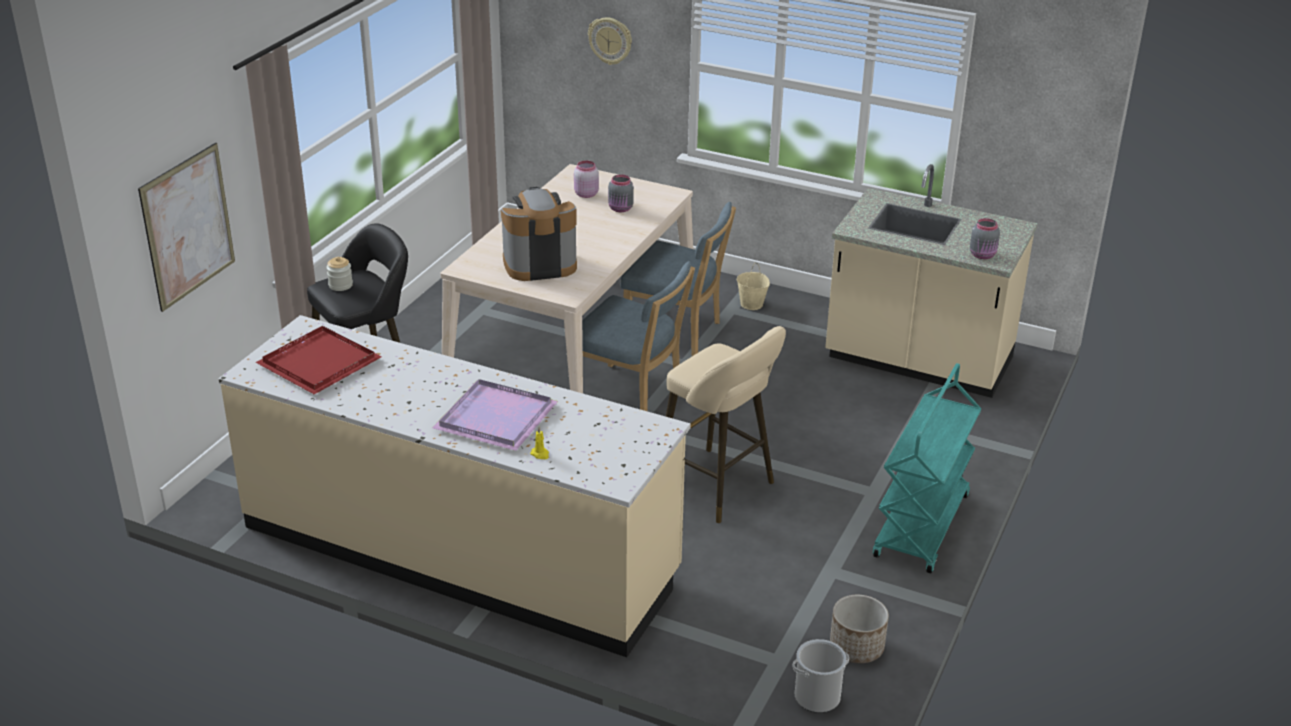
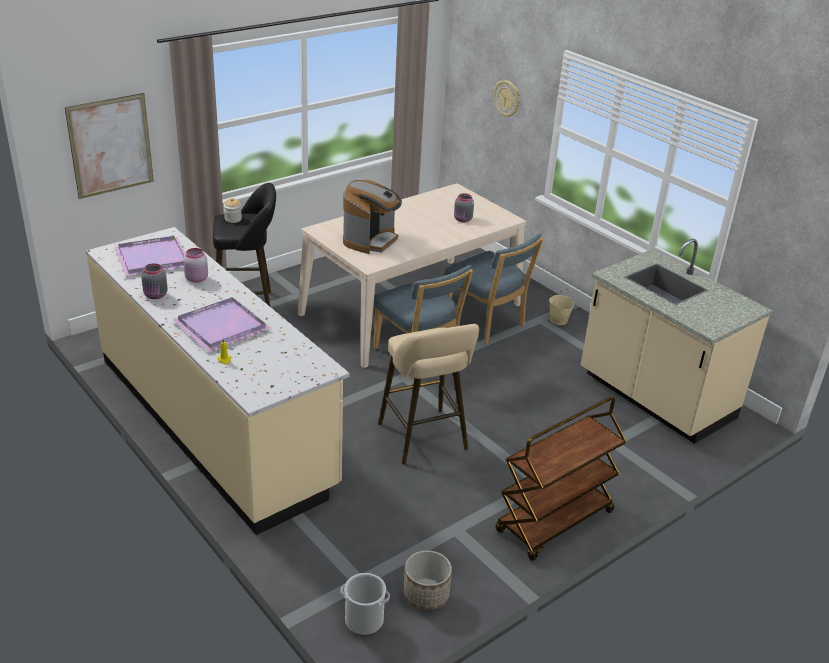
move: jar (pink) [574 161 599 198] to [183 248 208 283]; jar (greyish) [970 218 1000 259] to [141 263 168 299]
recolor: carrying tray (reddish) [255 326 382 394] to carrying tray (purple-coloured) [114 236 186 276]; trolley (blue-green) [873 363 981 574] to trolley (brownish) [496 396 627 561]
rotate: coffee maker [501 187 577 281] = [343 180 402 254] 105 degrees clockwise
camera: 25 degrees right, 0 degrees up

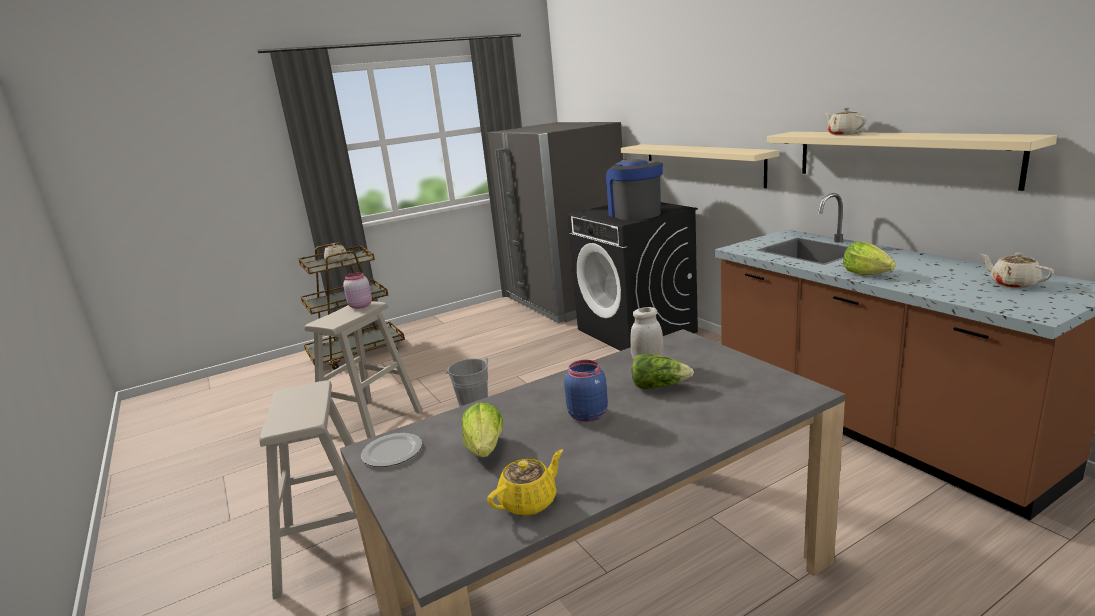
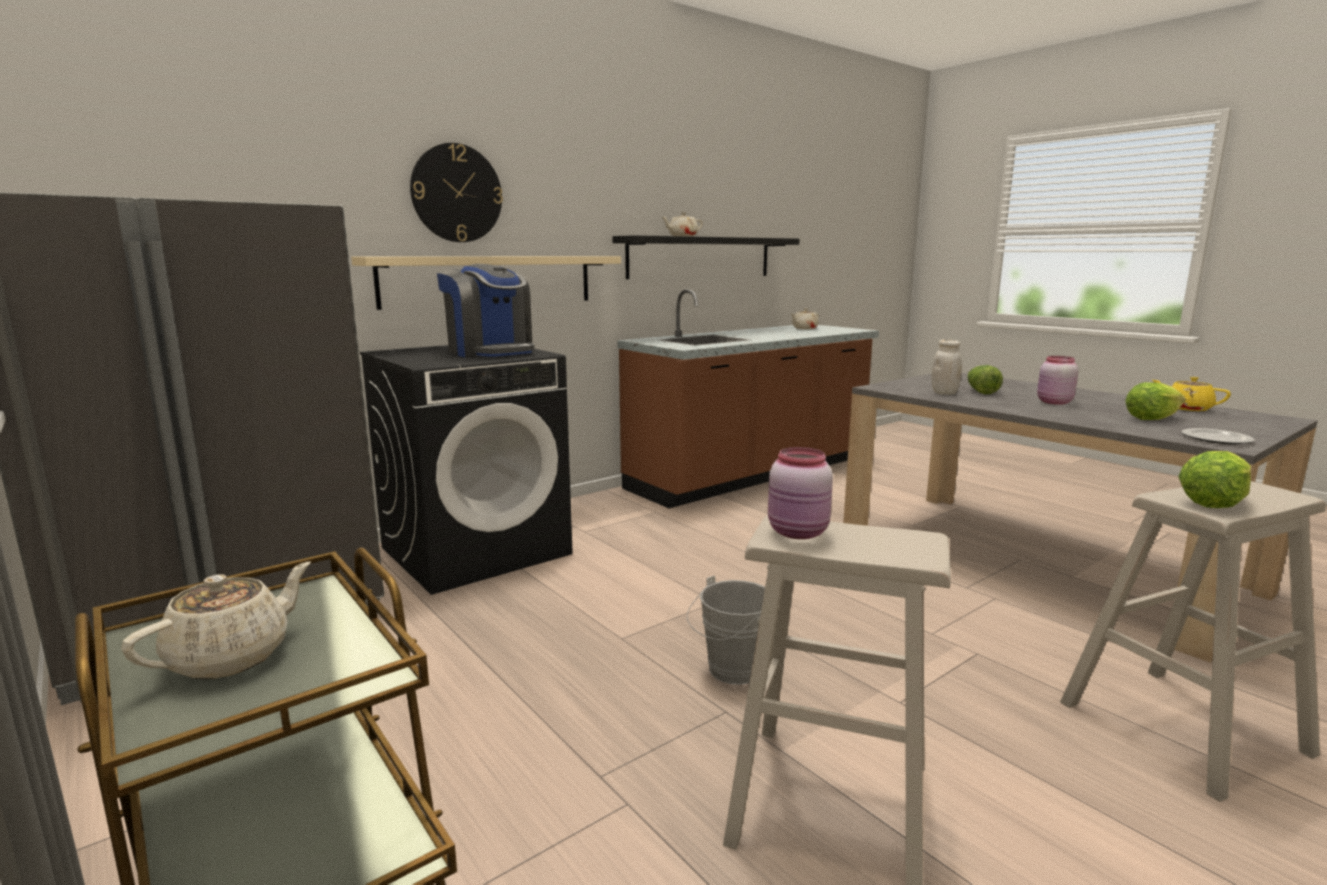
insert: clock on the wall [410 143 503 242]
move: head of lettuce [843 242 896 275] to [1178 451 1251 508]
recolor: bracket shelf (sand-coloured) [767 132 1057 191] to bracket shelf (black-coloured) [612 235 800 279]; jar (bluish) [564 360 608 422] to jar (pink) [1037 356 1078 405]
rotate: coffee maker [606 159 663 220] = [437 264 534 358] 105 degrees counterclockwise
camera: 100 degrees left, 5 degrees down

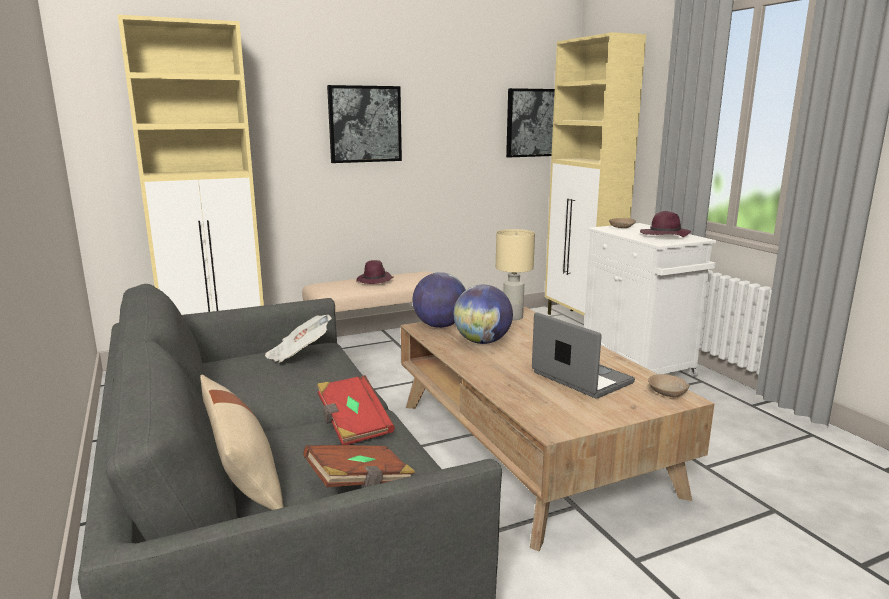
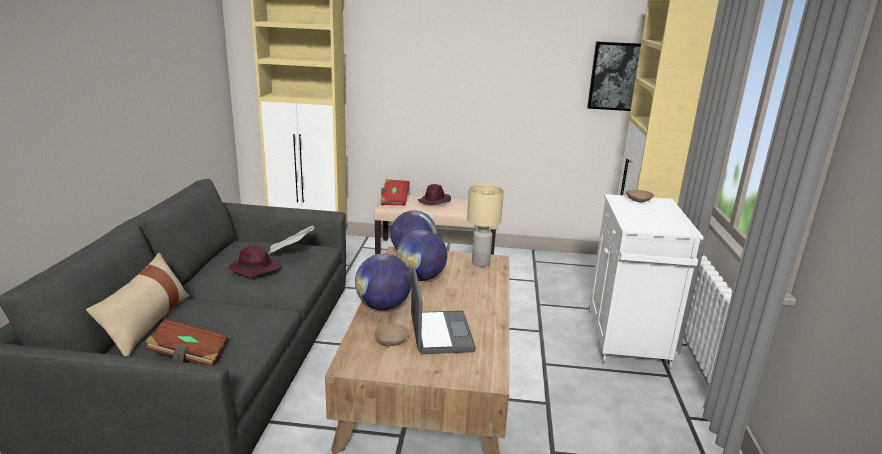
delete: wall picture [327 85 402 163]
insert: world globe [355 254 412 310]
move: wearable hat (purple-coloured) [640 211 691 237] to [228 245 281 277]; serving bowl (sand-coloured) [648 374 689 398] to [374 323 409 346]; volume (reddish) [317 375 395 445] to [380 179 410 206]
camera: 30 degrees right, 5 degrees up

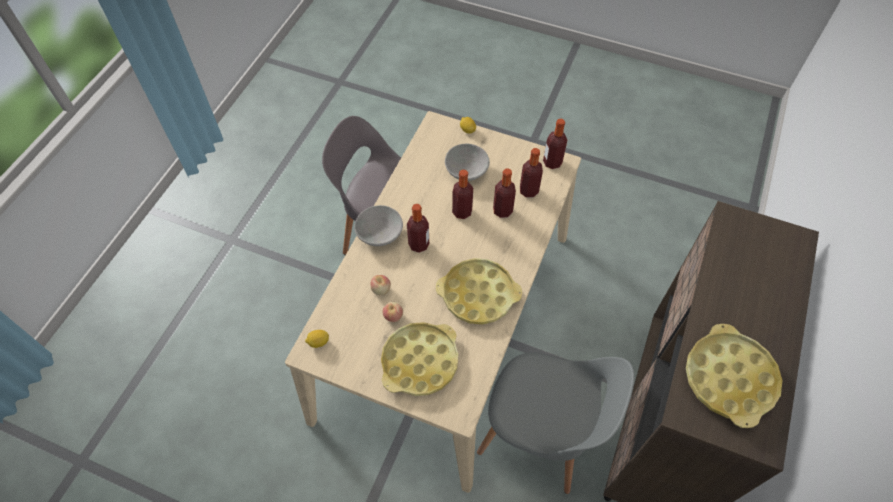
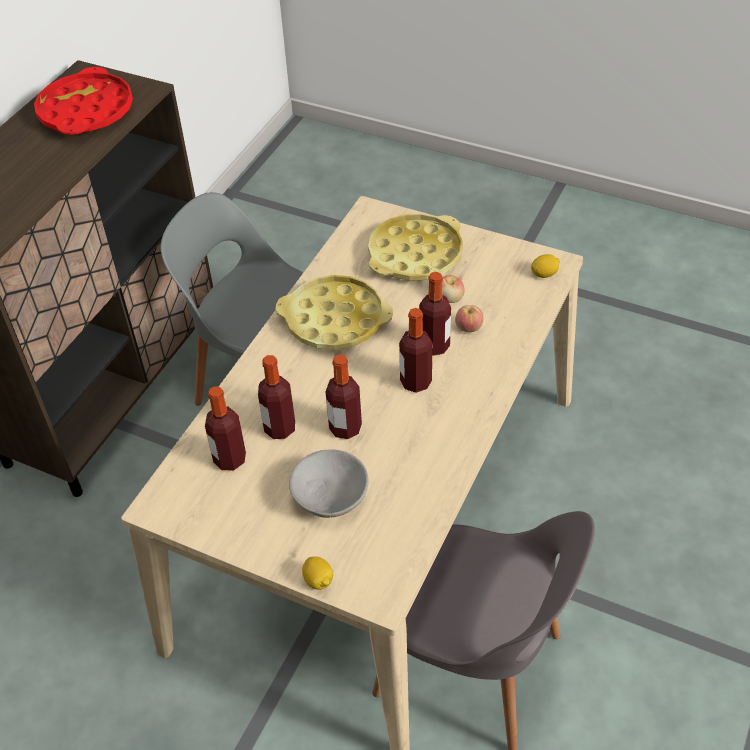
delete: serving bowl (greyish) [354 205 403 246]
move: bottle [543 119 567 169] to [419 272 451 356]
recolor: carrying tray (yellow) [686 324 782 428] to carrying tray (reddish) [34 67 133 135]
camera: 175 degrees left, 10 degrees down

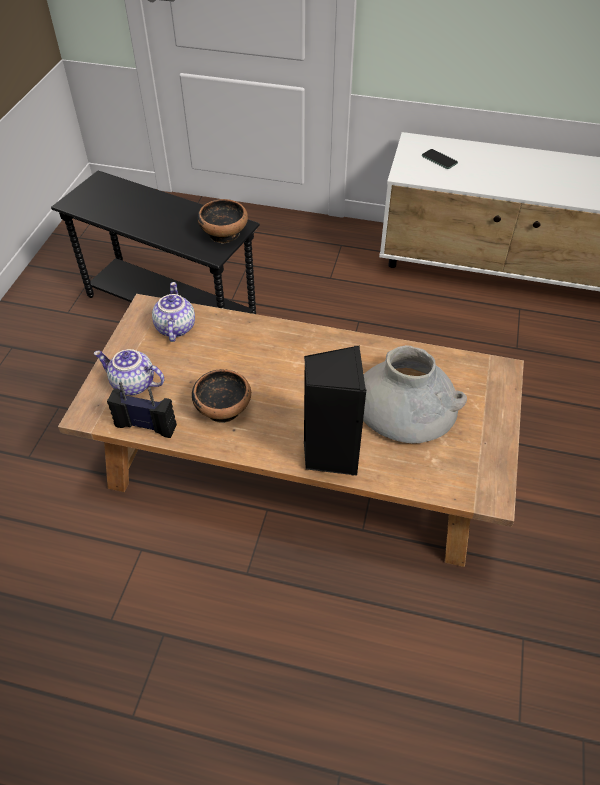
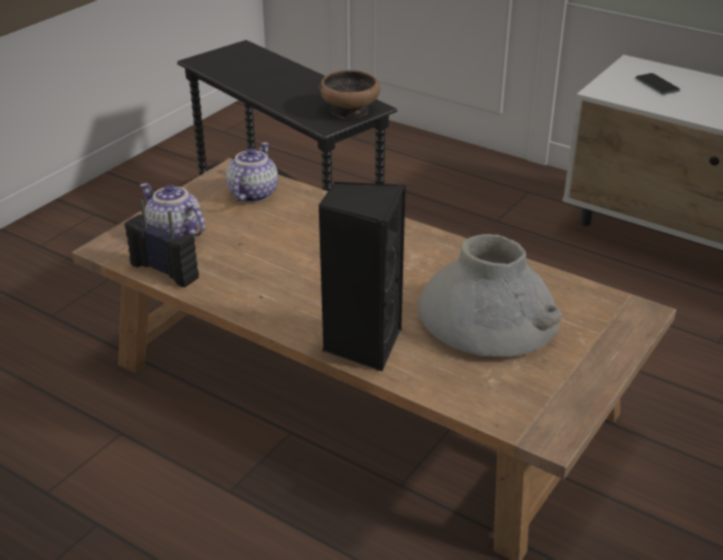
delete: serving bowl [192 369 251 423]
camera: 20 degrees right, 15 degrees down

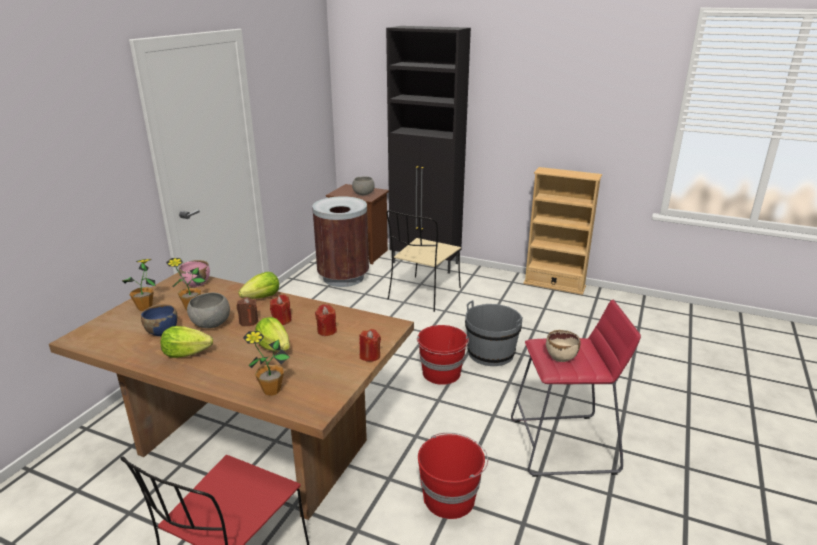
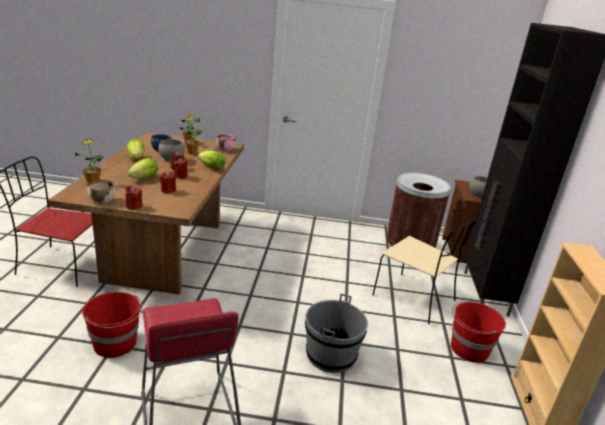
move: bucket (reddish) [417 325 469 385] to [451 300 506 363]; serving bowl (sand-coloured) [546 330 580 362] to [87 180 116 204]
rotate: upright chair (sand-coloured) [386 210 461 312] = [372 213 481 324] 150 degrees counterclockwise
camera: 70 degrees right, 0 degrees up

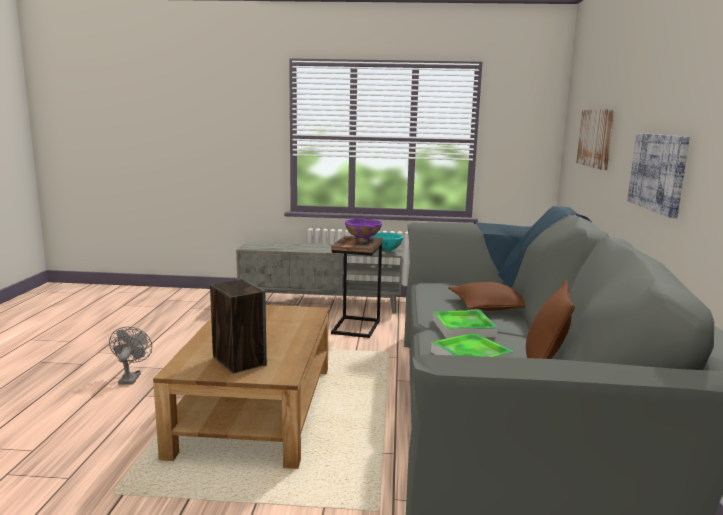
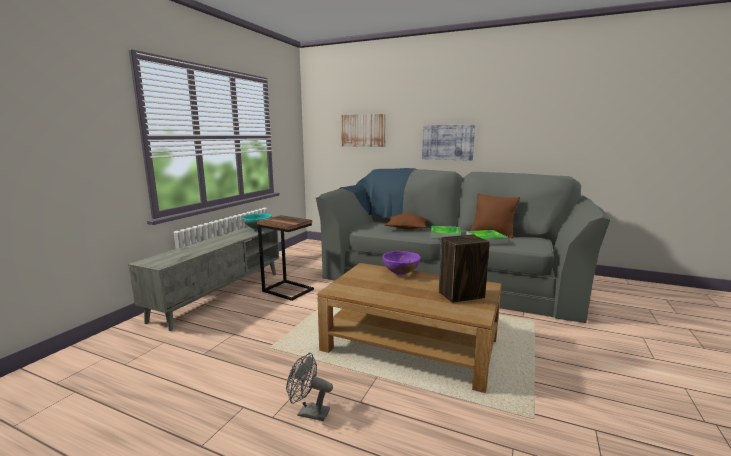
move: serving bowl (purple-coloured) [345 219 382 239] to [382 251 421 275]
camera: 70 degrees left, 0 degrees up

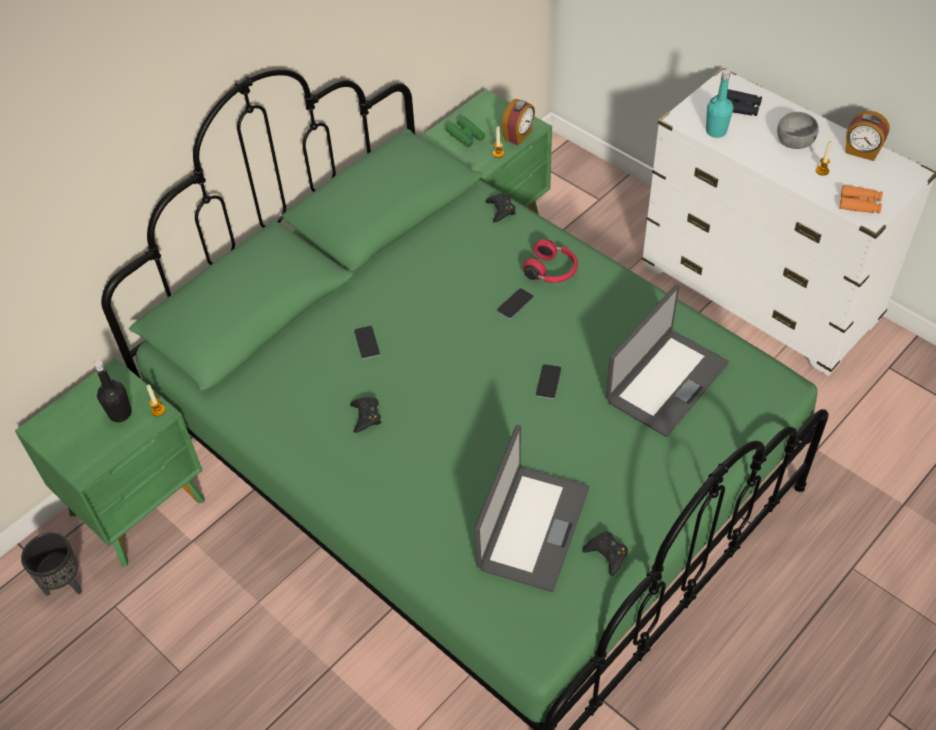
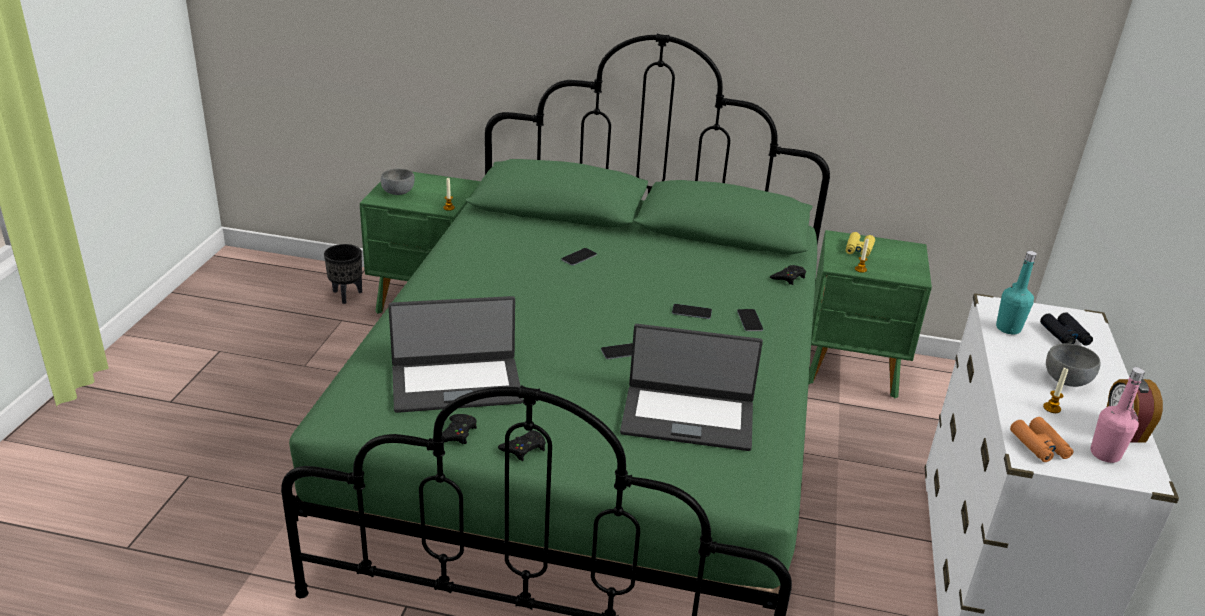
delete: bedside clock [502 99 535 146]; bottle (black-coloured) [94 360 132 422]
insert: serving bowl (greyish) [381 169 415 195]; bottle (pink) [1090 367 1145 463]
move: game controller (black-coloured) [350 397 381 433] to [498 430 546 461]
replace: pair of headphones (reddish) [523 239 578 283] to phone [737 309 763 331]
recolor: binoculars (green) [446 116 485 147] to binoculars (yellow) [846 232 875 257]
camera: 55 degrees right, 20 degrees down

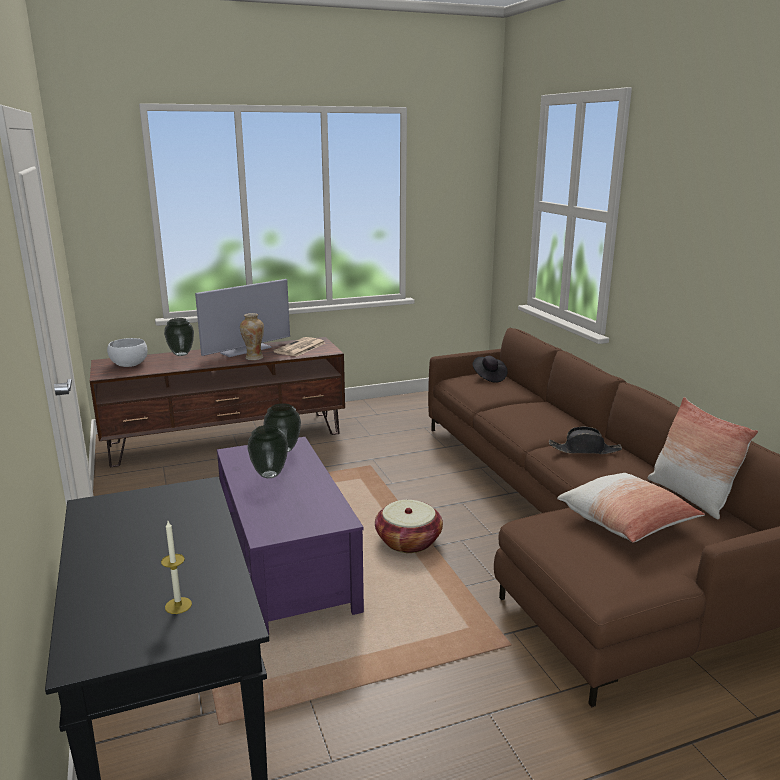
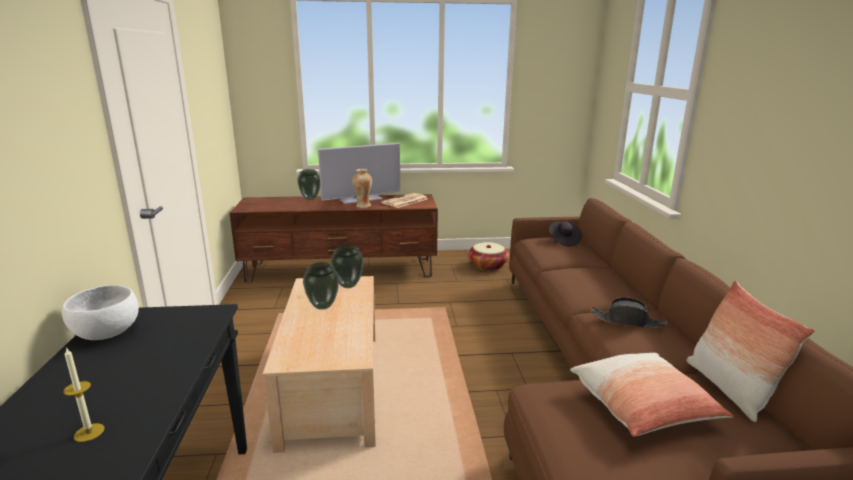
move: serving bowl (white) [107 338 147 367] to [62 285 139 340]; storage basket [375 500 443 553] to [468 242 509 271]
recolor: low table (purple-coloured) [217 437 364 634] to low table (sand-coloured) [263 276 376 453]
camera: 15 degrees right, 0 degrees up

